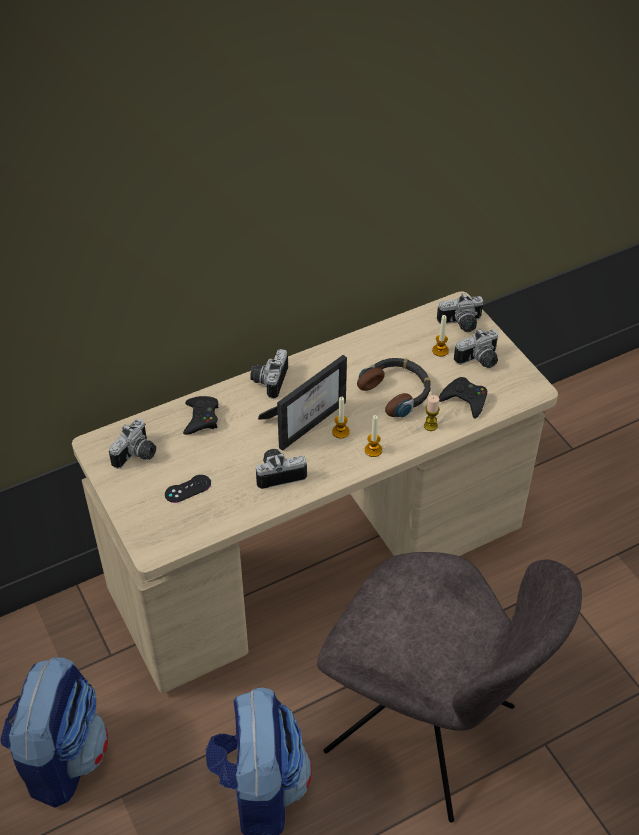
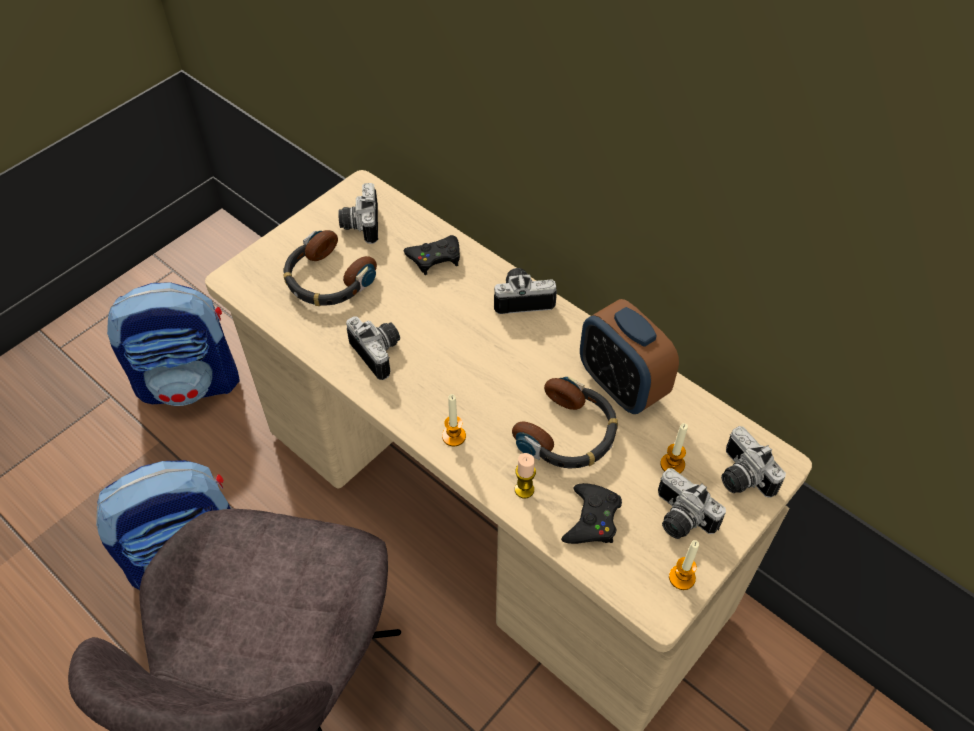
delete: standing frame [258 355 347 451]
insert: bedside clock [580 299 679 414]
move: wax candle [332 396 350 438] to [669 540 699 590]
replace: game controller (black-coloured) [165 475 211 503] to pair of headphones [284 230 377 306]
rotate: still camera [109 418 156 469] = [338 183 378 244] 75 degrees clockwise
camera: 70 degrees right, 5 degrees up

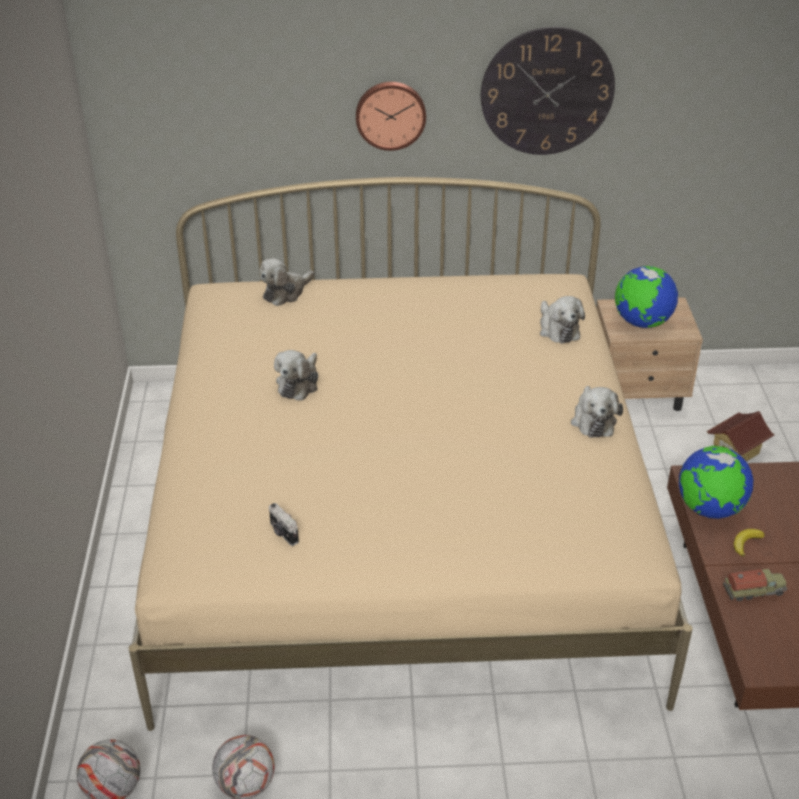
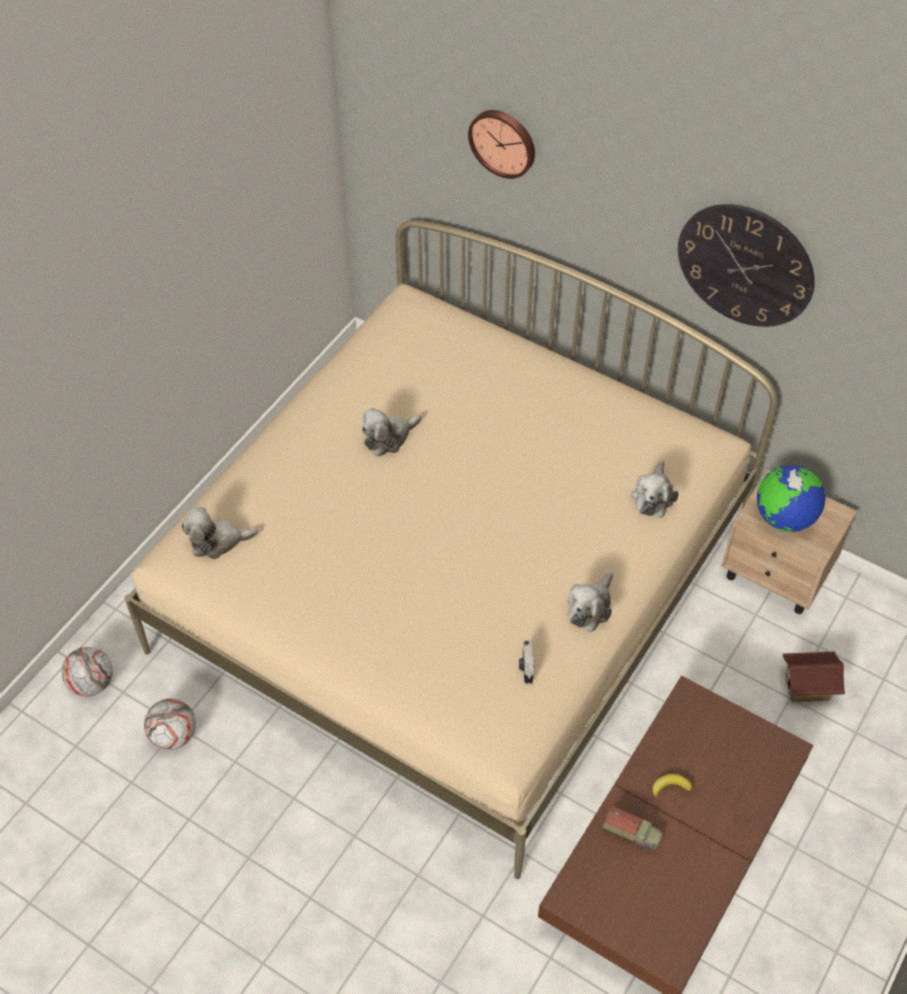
delete: world globe [679 446 753 519]
move: clock on the wall [356 82 426 151] to [468 110 535 179]; plush toy [260 258 314 306] to [181 507 258 559]; still camera [269 503 299 546] to [519 640 535 684]
camera: 35 degrees right, 15 degrees up

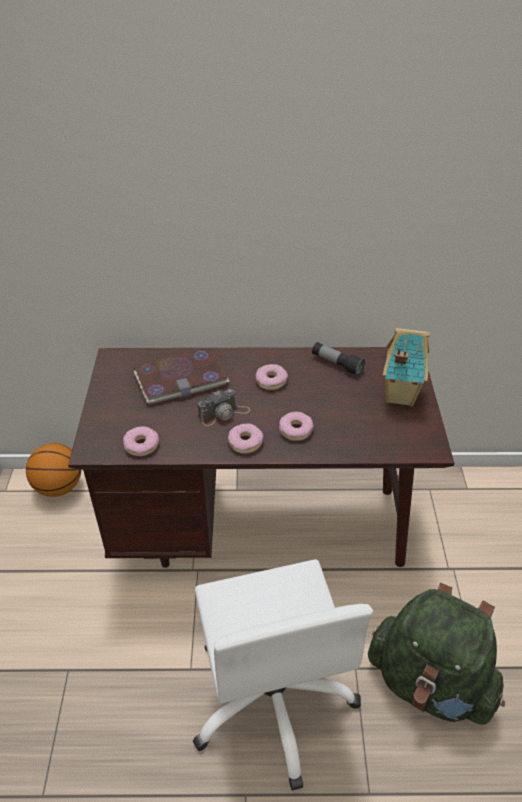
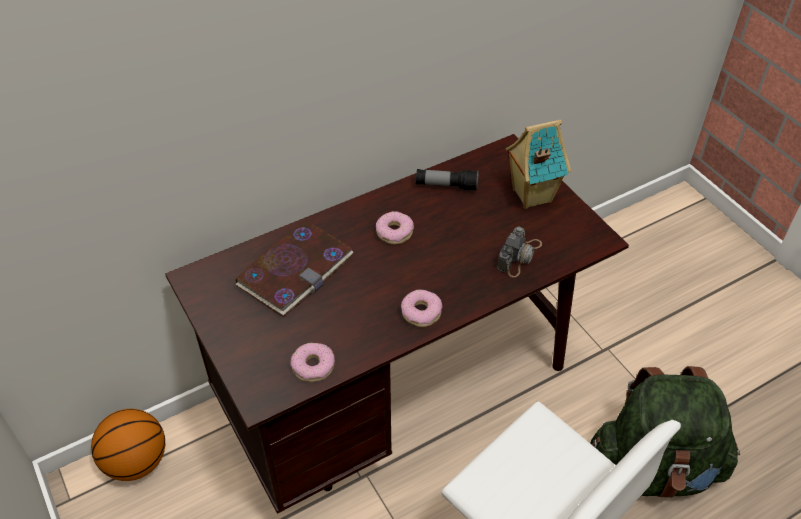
delete: ring doughnut [279 411 313 441]
move: still camera [198 389 250 426] to [497 226 542 277]
camera: 30 degrees left, 5 degrees up

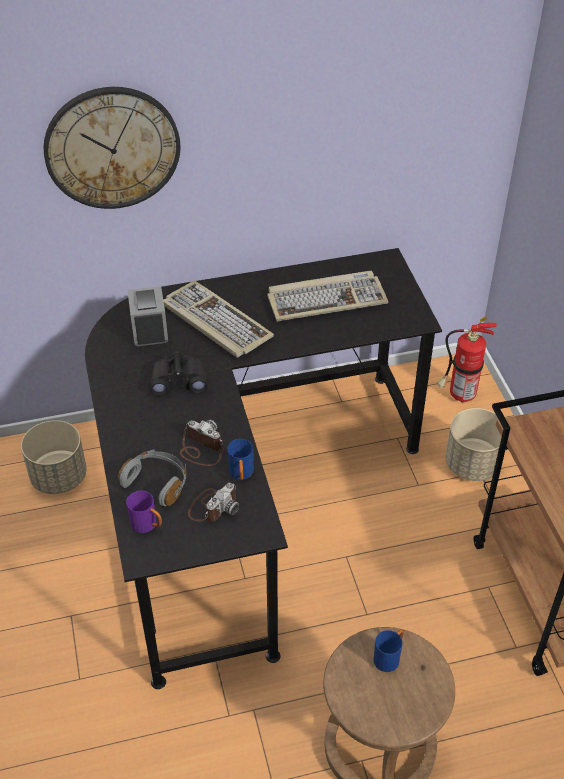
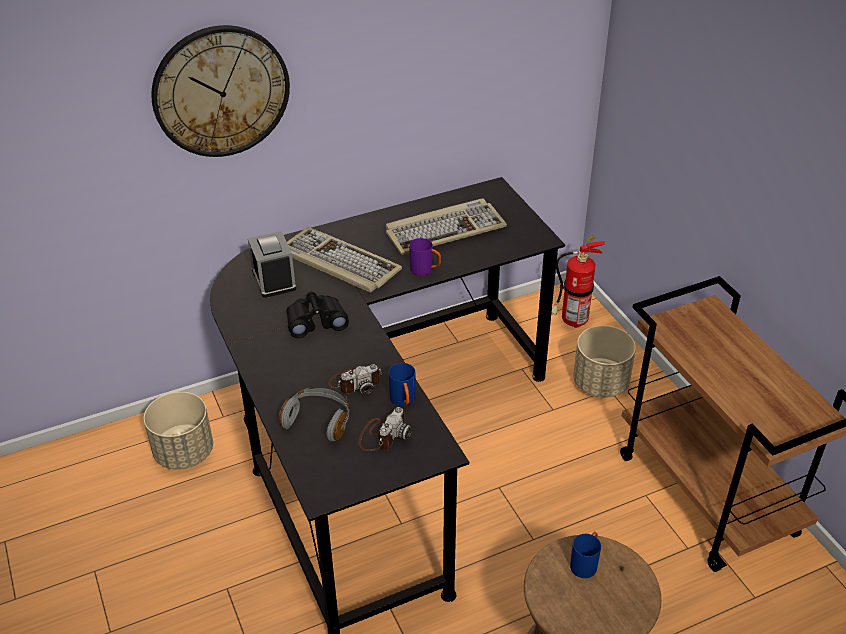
move: tea mug (purple-coloured) [126 491 162 533] to [409 238 441 276]
rotate: still camera [180 420 225 466] = [328 364 383 395] 135 degrees clockwise
camera: 10 degrees left, 5 degrees down

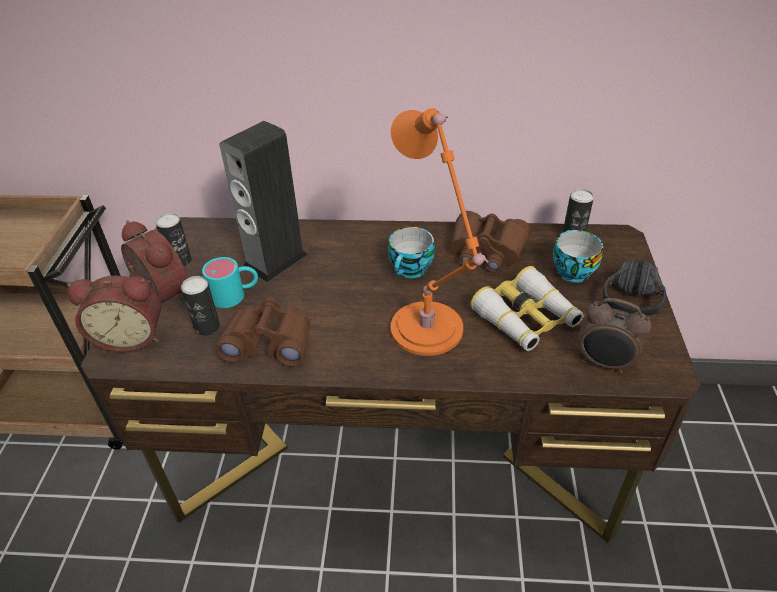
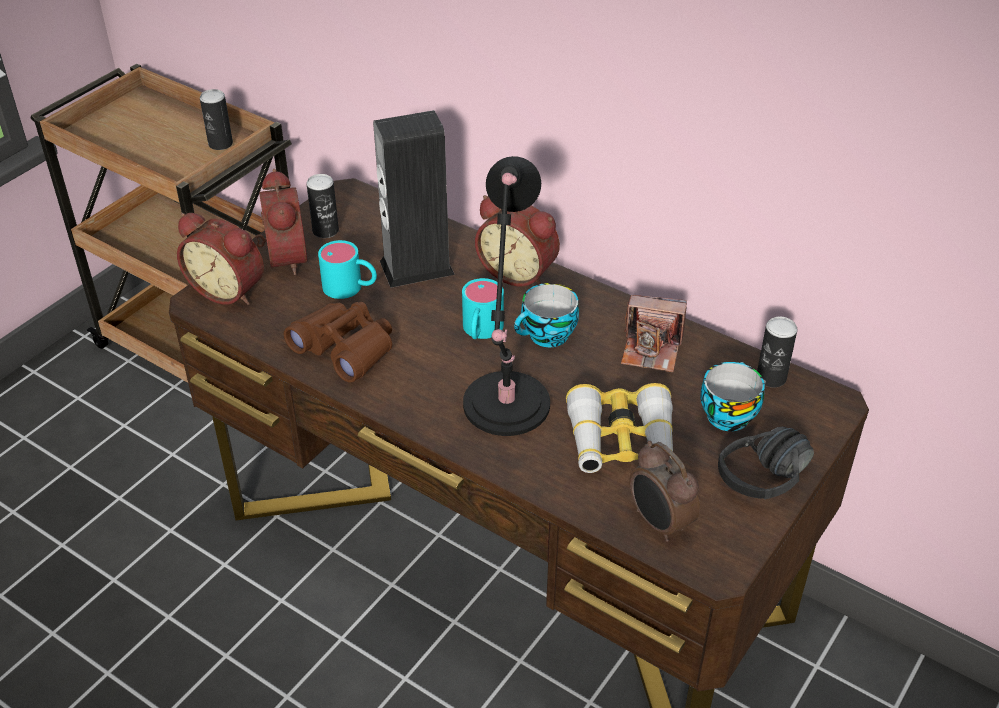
insert: bedside clock [475 195 560 286]; tea mug (blue-green) [462 278 504 339]
move: can [181 276 220 336] to [200 89 233 150]
replace: binoculars (brownish) [450 211 530 272] to still camera [621 295 687 372]
recolor: lamp for a table (orangey) [391 108 489 356] to lamp for a table (black-coloured) [463 156 550 436]
camera: 30 degrees right, 0 degrees up

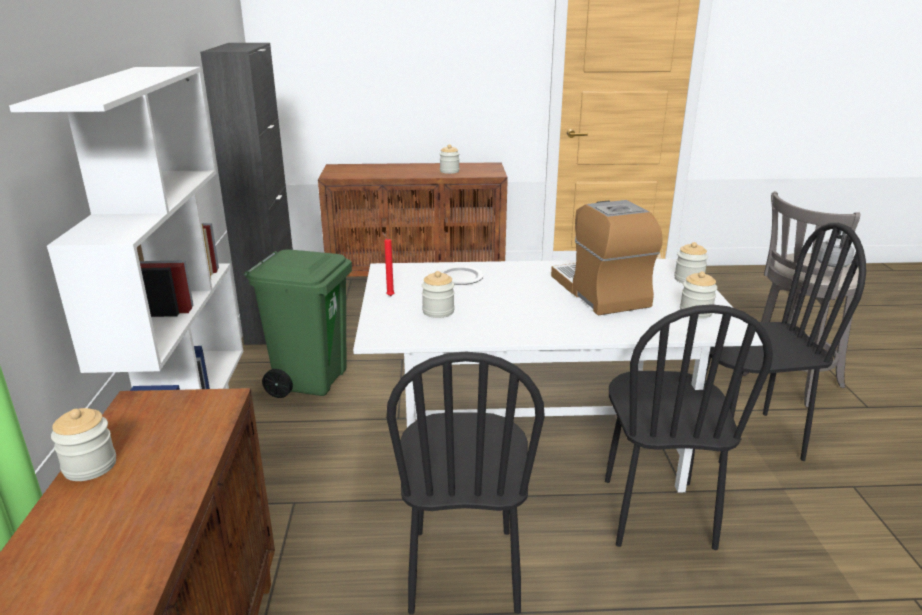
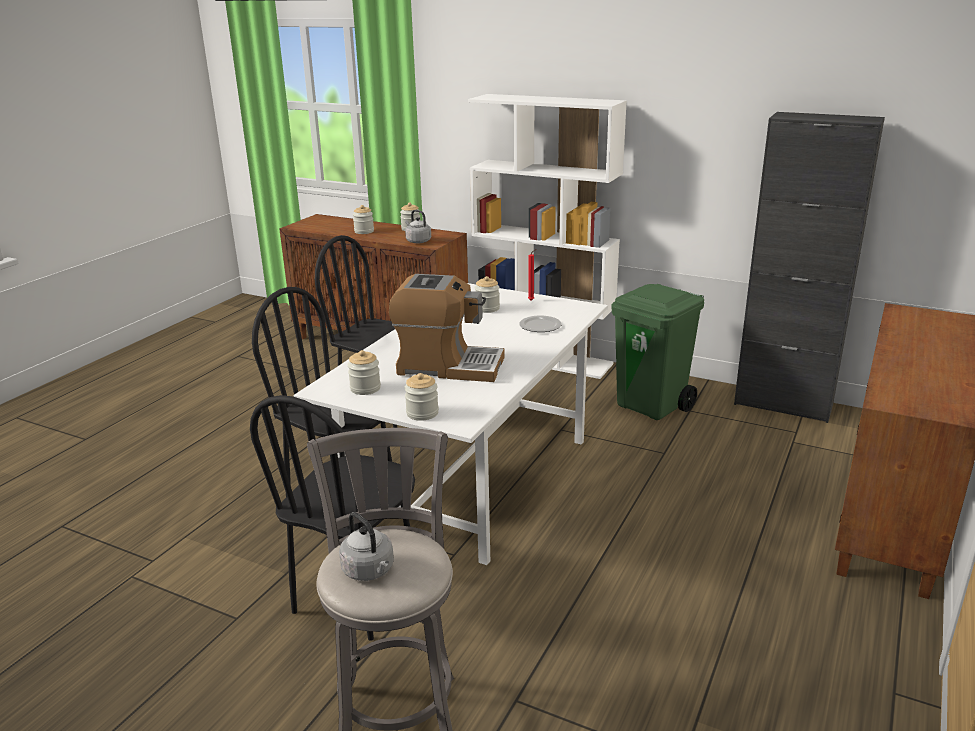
insert: tea kettle (greyish) [405 210 431 243]
move: jar [440 145 460 174] to [353 205 374 234]
camera: 120 degrees right, 0 degrees up

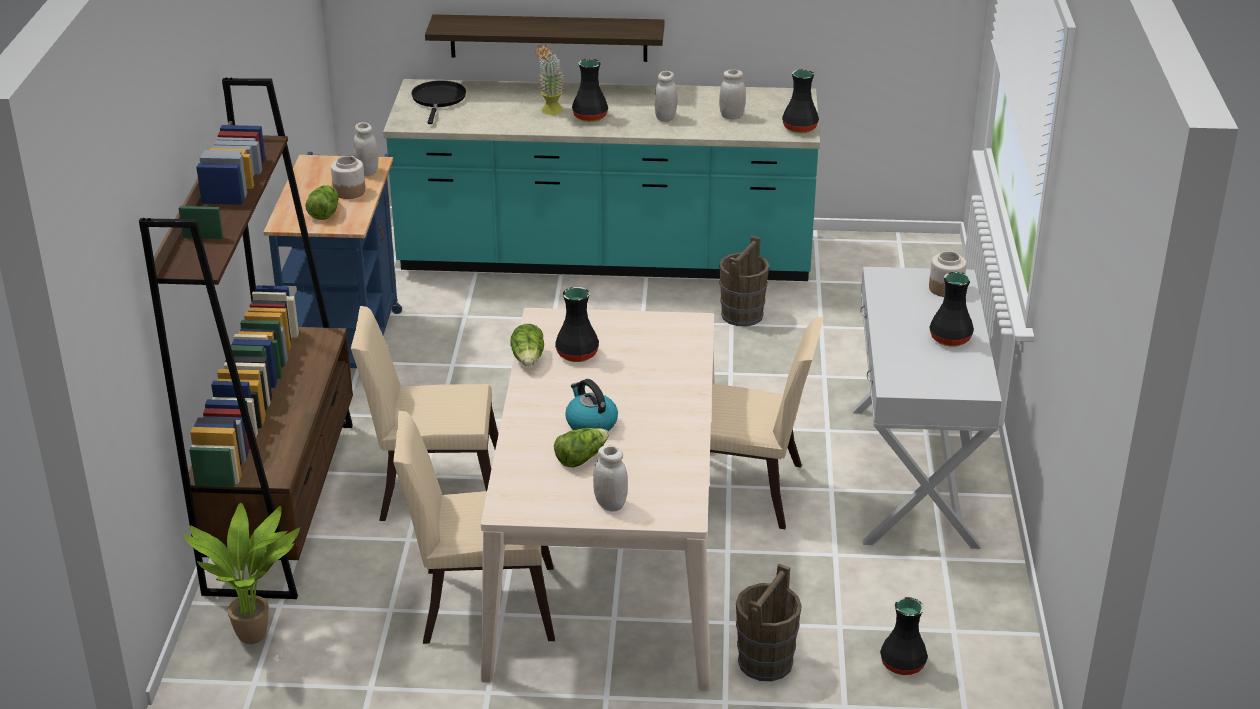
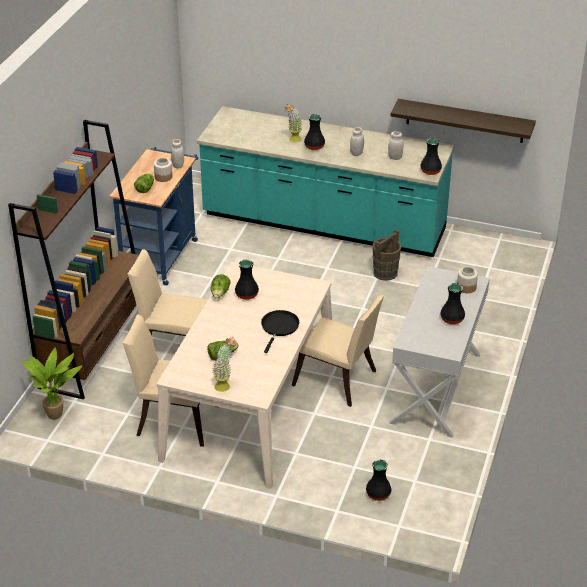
delete: tea kettle [565 379 618 431]; bucket (brownish) [736 564 802 681]
move: bracket shelf [425 14 665 62] to [390 99 536 143]; pan (black-coloured) [411 80 466 124] to [261 310 299 353]
replace: jar (white) [593 445 628 511] to potted plant [212 337 237 392]
camera: 15 degrees right, 5 degrees up

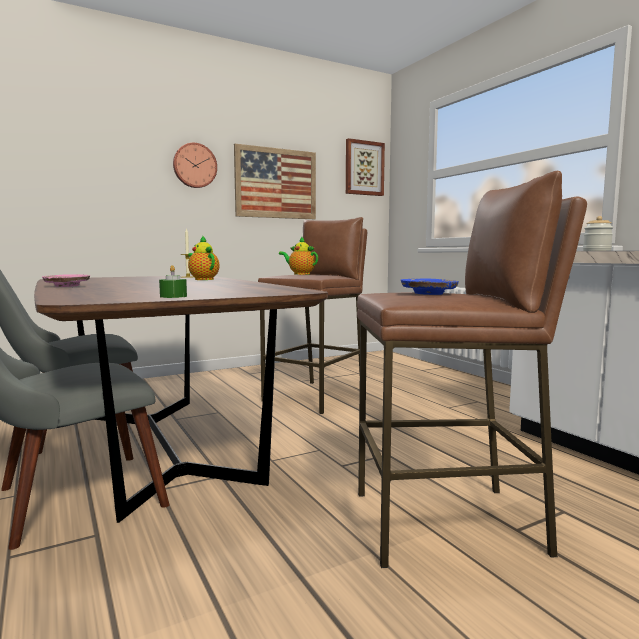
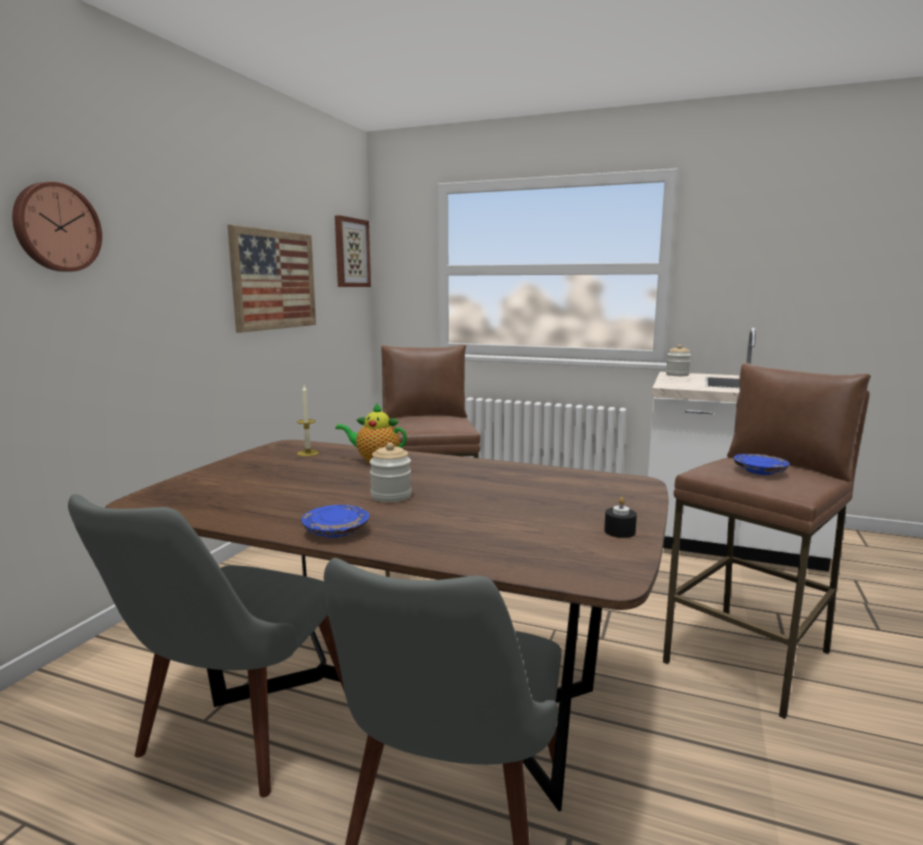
delete: pot for tea [279 237 318 275]
insert: jar [370 443 412 502]
move: clock on the wall [173 143 217 188] to [12 182 102 272]
recolor: wax candle (green) [159 265 187 298] to wax candle (black-coloured) [604 497 637 538]; plate (pink) [42 274 90 287] to plate (bluish) [302 505 369 538]
camera: 40 degrees left, 5 degrees up

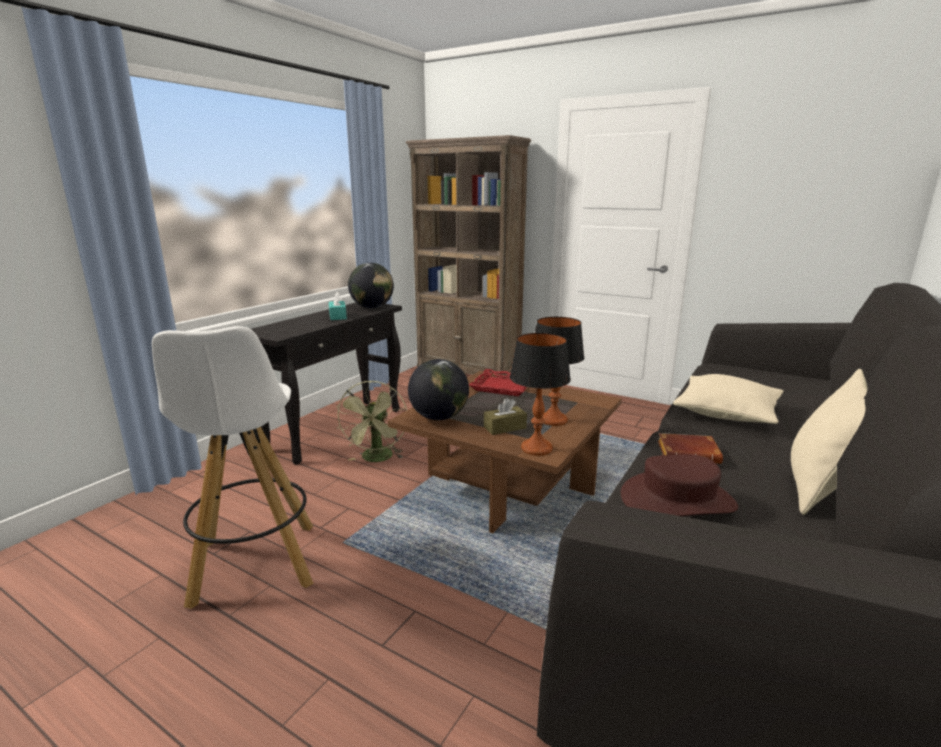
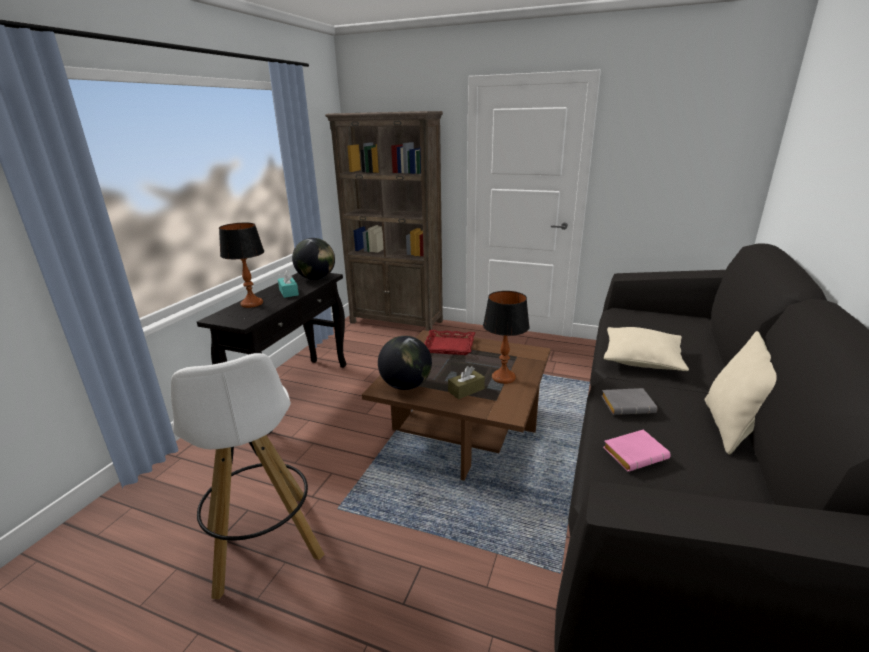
delete: fan (green) [336 381 407 462]
move: lamp for a table [510 333 571 456] to [219 223 264 308]
replace: wearable hat (brownish) [621 455 738 516] to volume (pink) [603 430 671 472]
recolor: volume (brownish) [658 433 723 464] to volume (greyish) [602 388 658 415]
camera: 10 degrees left, 5 degrees up

